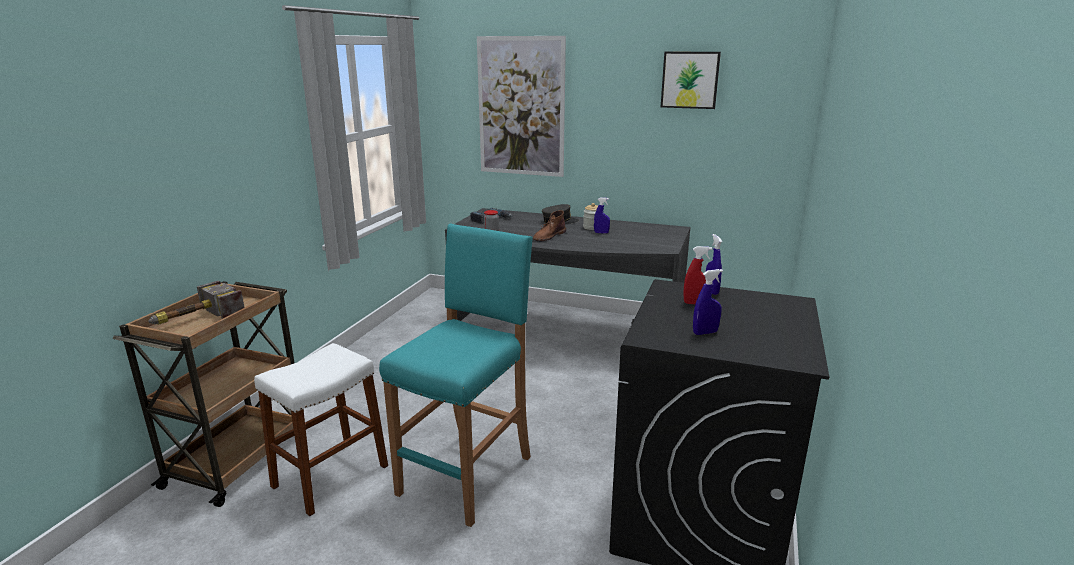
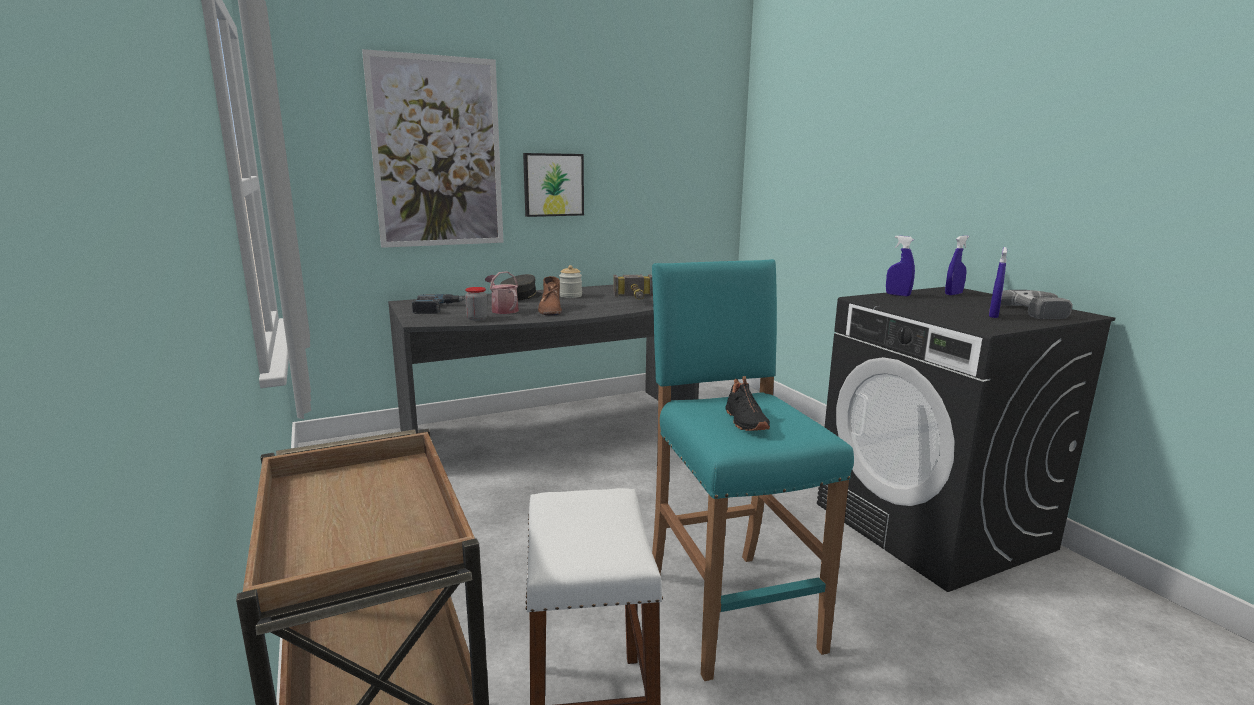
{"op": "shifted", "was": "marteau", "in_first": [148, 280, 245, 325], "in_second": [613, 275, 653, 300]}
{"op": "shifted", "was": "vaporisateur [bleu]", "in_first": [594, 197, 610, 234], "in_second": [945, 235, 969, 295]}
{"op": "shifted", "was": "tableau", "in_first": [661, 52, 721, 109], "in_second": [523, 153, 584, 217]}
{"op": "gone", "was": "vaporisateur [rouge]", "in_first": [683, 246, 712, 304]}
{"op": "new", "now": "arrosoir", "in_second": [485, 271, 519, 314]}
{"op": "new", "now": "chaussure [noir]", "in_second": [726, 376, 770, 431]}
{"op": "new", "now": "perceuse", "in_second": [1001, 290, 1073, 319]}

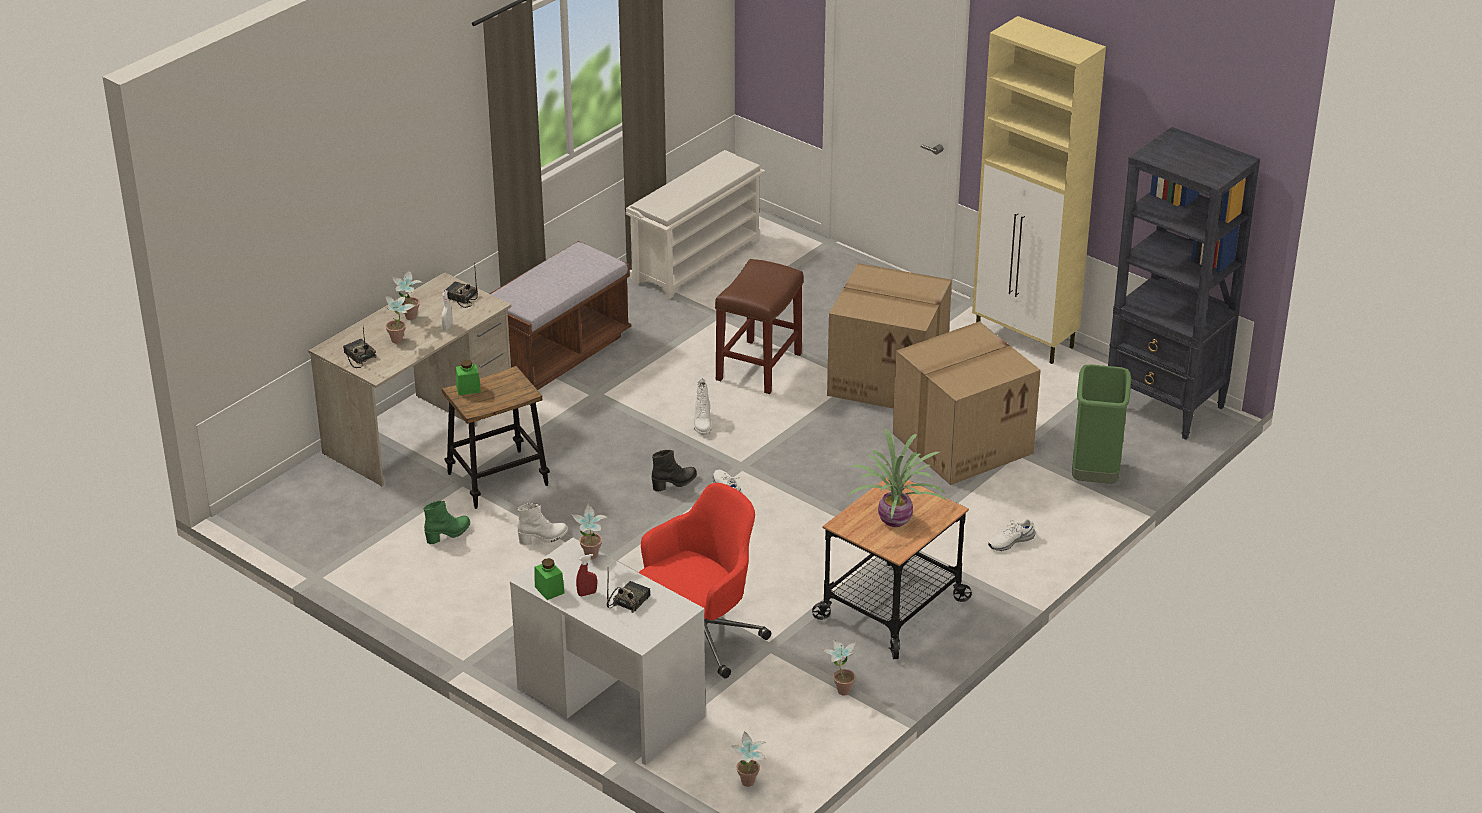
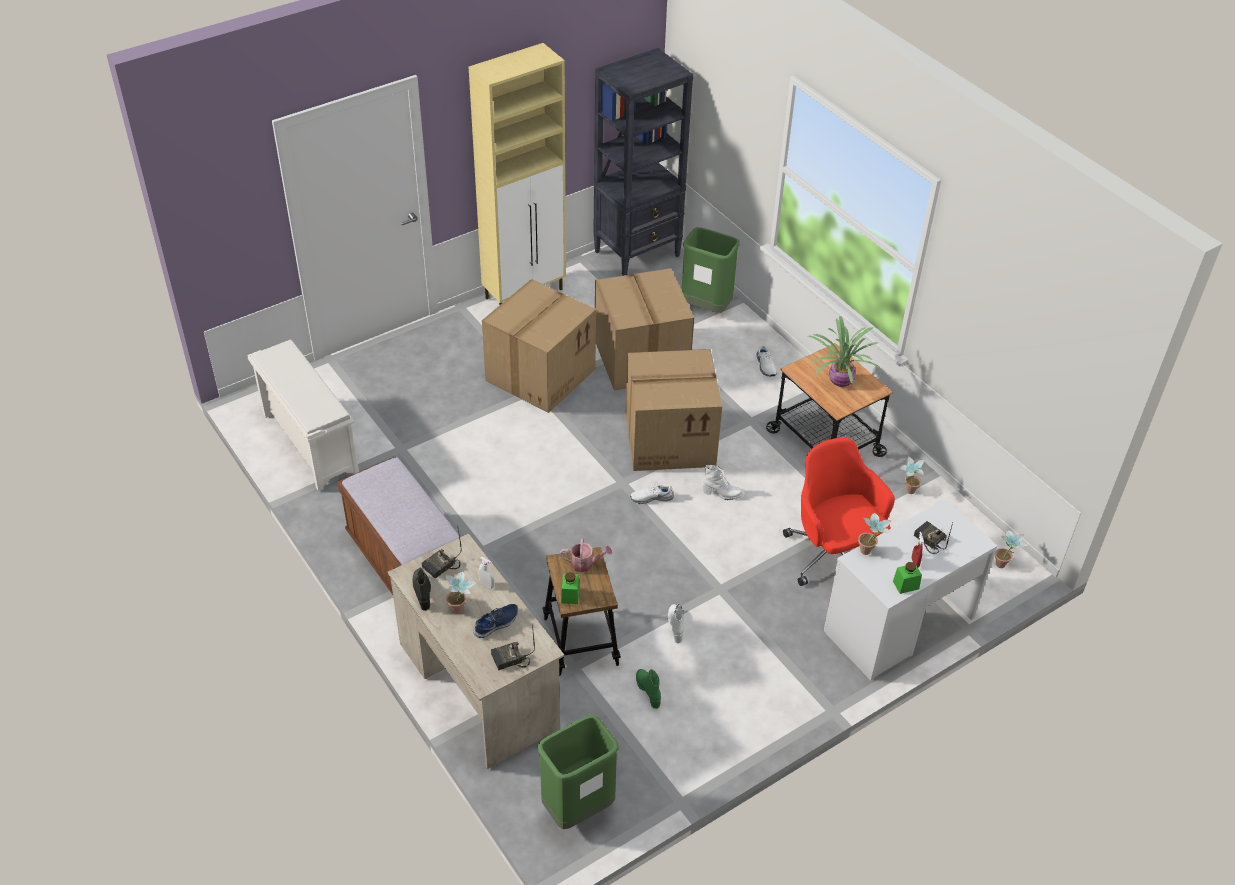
{"op": "swapped", "was": "plante en pot", "now": "chaussure [bleu]", "in_first": [385, 295, 415, 343], "in_second": [473, 604, 518, 638]}
{"op": "shifted", "was": "botte [noir]", "in_first": [652, 450, 697, 491], "in_second": [413, 568, 431, 611]}
{"op": "shifted", "was": "botte [blanc]", "in_first": [694, 379, 711, 435], "in_second": [703, 465, 743, 500]}
{"op": "gone", "was": "tabouret [marron]", "in_first": [715, 259, 803, 394]}
{"op": "new", "now": "poubelle [vert]", "in_second": [537, 715, 619, 829]}
{"op": "new", "now": "arrosoir", "in_second": [560, 538, 612, 572]}
{"op": "new", "now": "carton", "in_second": [626, 349, 722, 471]}

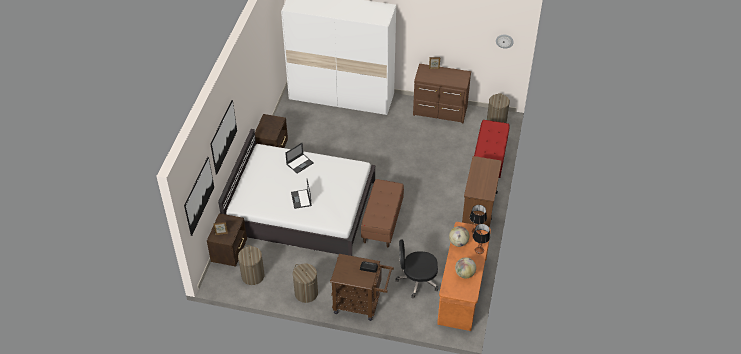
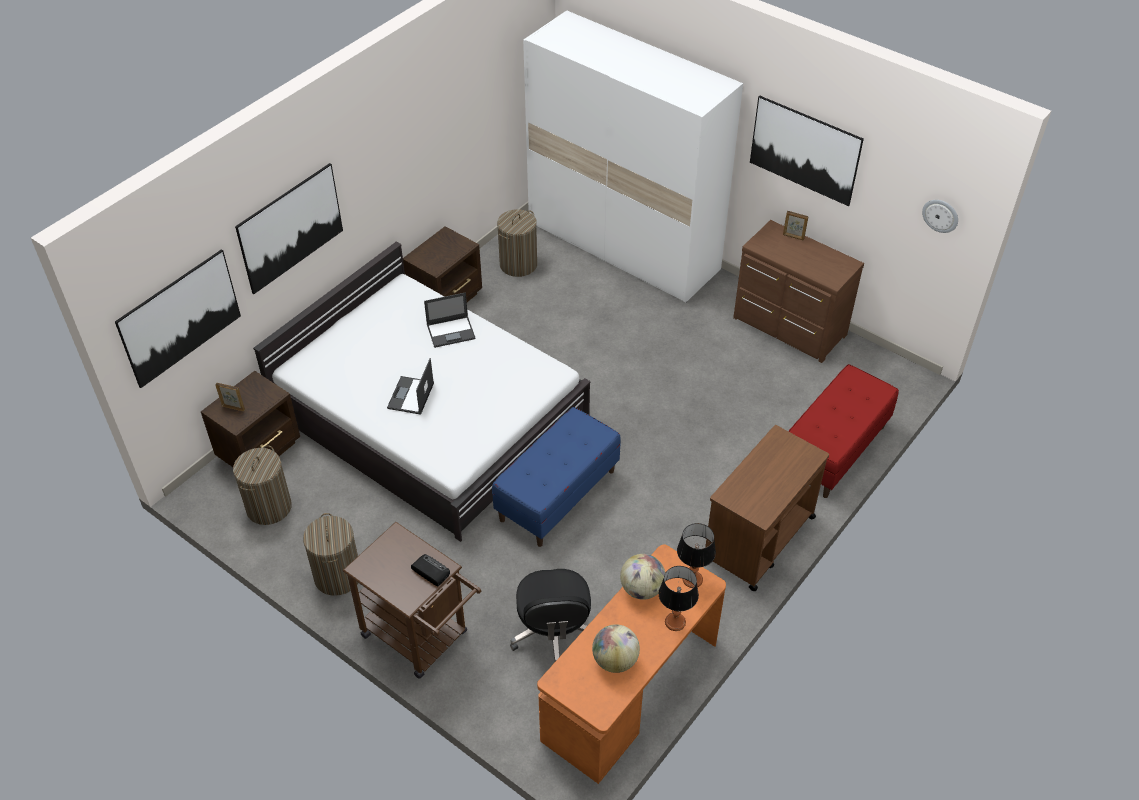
{"op": "repainted", "was": "banc [marron]", "now": "banc [bleu]", "in_first": [361, 179, 404, 248], "in_second": [492, 407, 621, 547]}
{"op": "rotated", "was": "chaise de bureau [noir]", "in_first": [395, 239, 438, 298], "in_second": [510, 569, 591, 662], "clockwise": -120}
{"op": "shifted", "was": "panier à linge", "in_first": [487, 93, 510, 123], "in_second": [497, 209, 537, 277]}
{"op": "new", "now": "tableau", "in_second": [750, 95, 864, 206]}

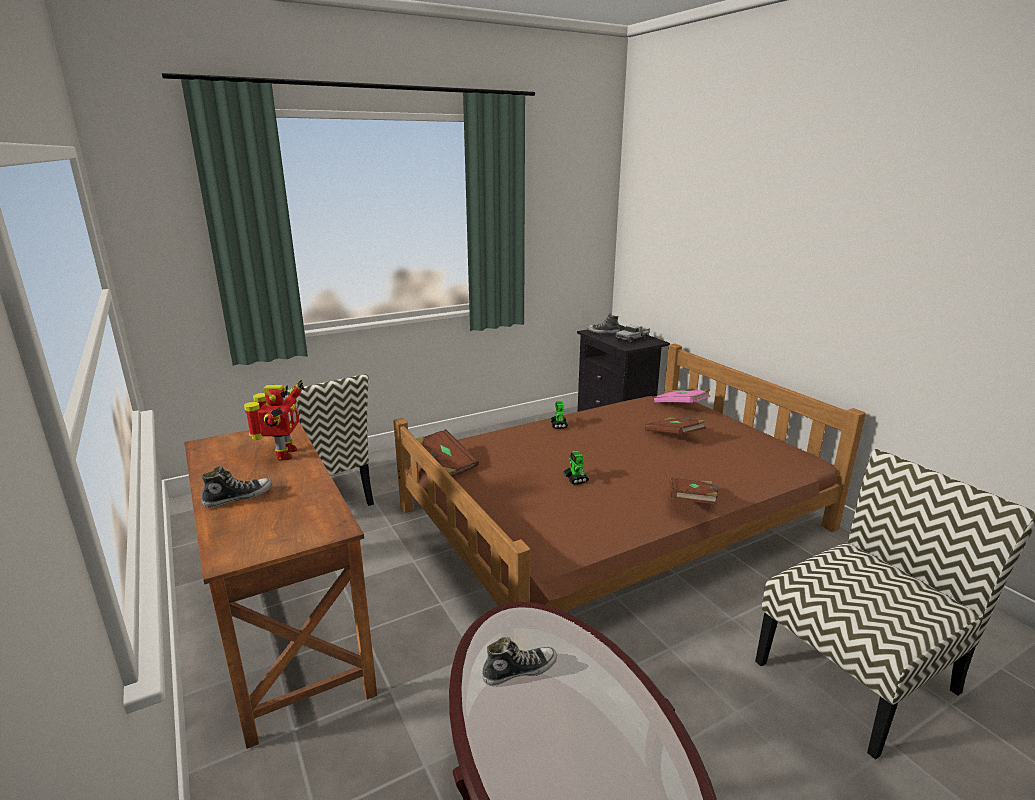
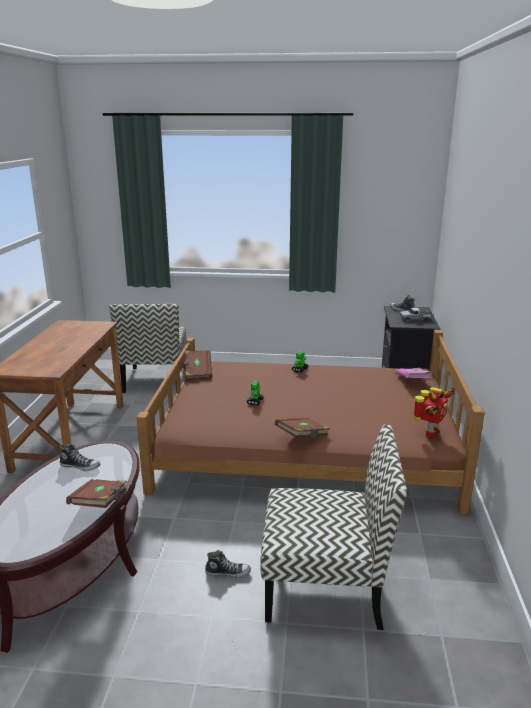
{"op": "shifted", "was": "chaussure", "in_first": [201, 466, 272, 508], "in_second": [205, 550, 251, 578]}
{"op": "shifted", "was": "robot jouet", "in_first": [244, 380, 305, 460], "in_second": [413, 387, 455, 439]}
{"op": "shifted", "was": "livre [marron]", "in_first": [645, 417, 706, 435], "in_second": [66, 479, 127, 508]}

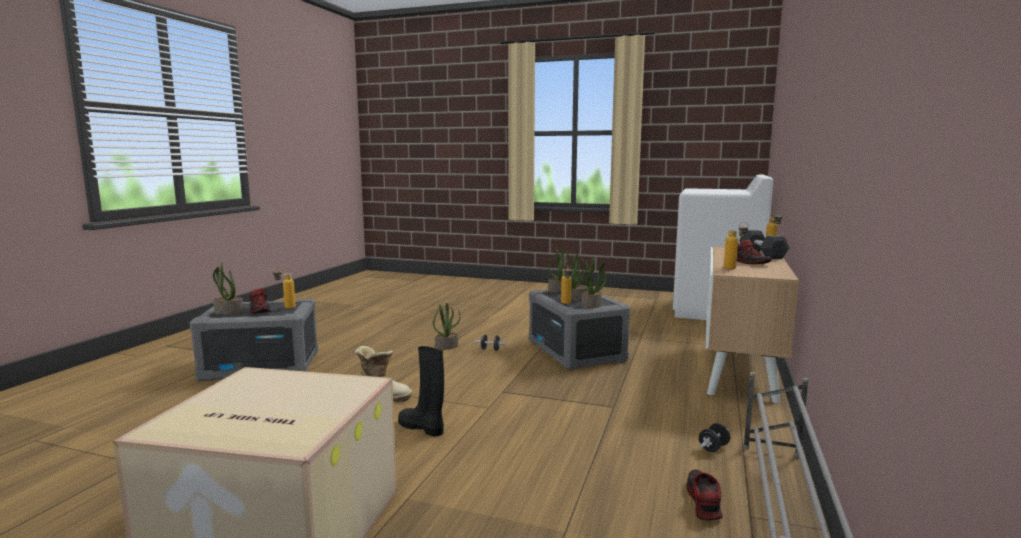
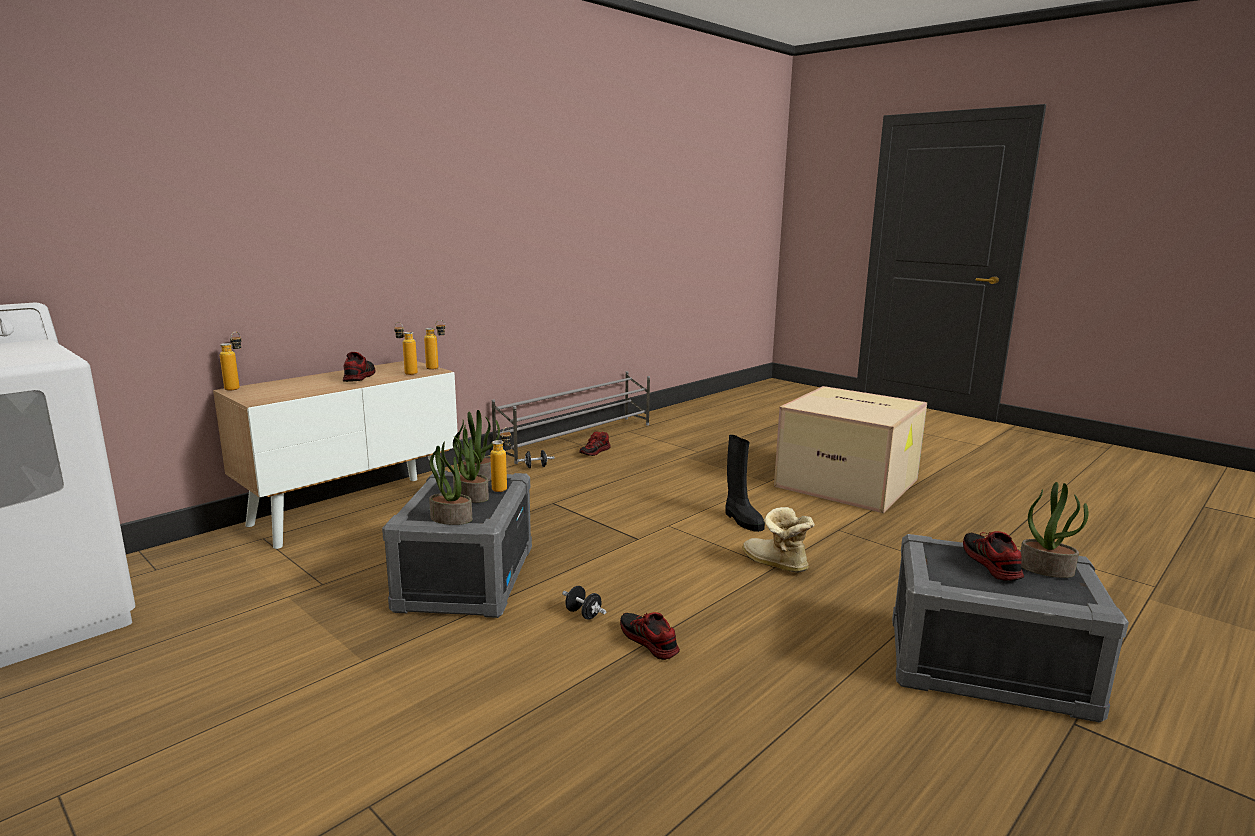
{"op": "shifted", "was": "bouteille", "in_first": [272, 267, 296, 309], "in_second": [424, 320, 446, 370]}
{"op": "swapped", "was": "plante en pot", "now": "chaussure", "in_first": [433, 303, 461, 350], "in_second": [620, 612, 680, 660]}
{"op": "gone", "was": "haltère [gris]", "in_first": [739, 230, 789, 259]}

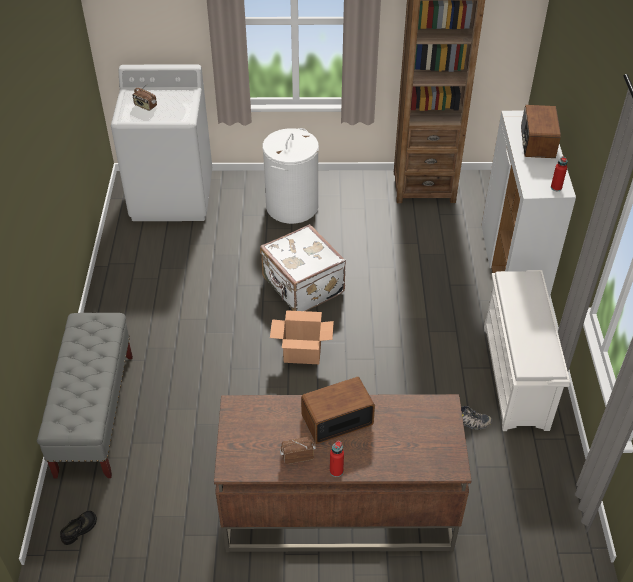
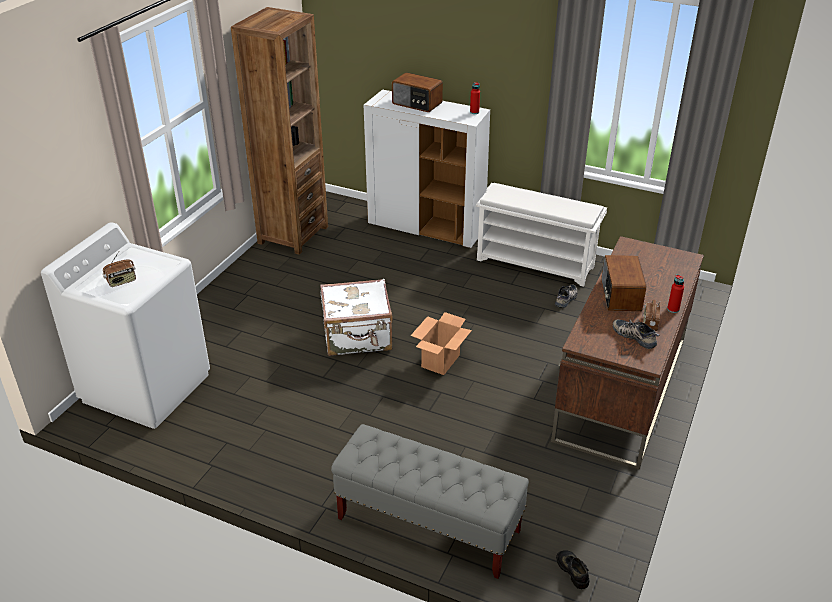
{"op": "gone", "was": "panier à linge [blanc]", "in_first": [262, 128, 319, 224]}
{"op": "new", "now": "chaussure", "in_second": [613, 319, 660, 349]}

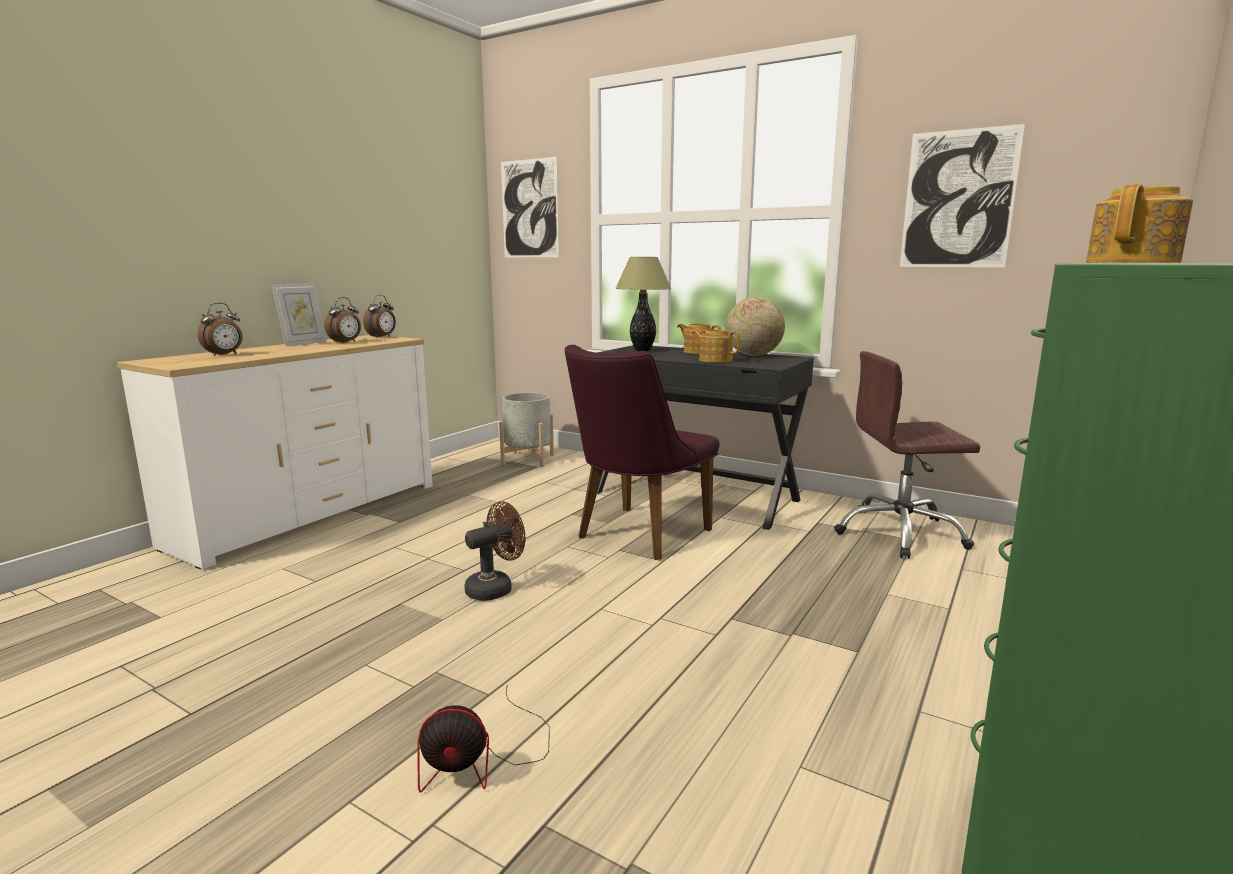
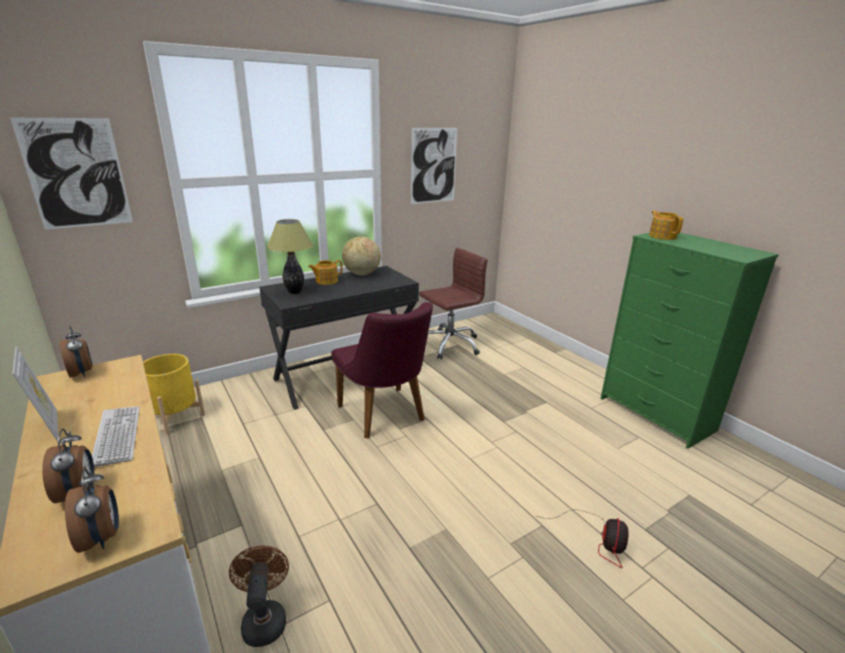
{"op": "shifted", "was": "réveil", "in_first": [324, 297, 361, 344], "in_second": [65, 468, 119, 553]}
{"op": "shifted", "was": "ventilateur [marron]", "in_first": [465, 501, 525, 601], "in_second": [229, 546, 289, 647]}
{"op": "repainted", "was": "cache-pot [gris]", "now": "cache-pot [jaune]", "in_first": [499, 393, 554, 467], "in_second": [143, 354, 205, 434]}
{"op": "gone", "was": "théière", "in_first": [692, 329, 741, 363]}
{"op": "rotated", "was": "chaise de bureau [marron]", "in_first": [834, 351, 980, 559], "in_second": [419, 248, 488, 359], "clockwise": -150}
{"op": "new", "now": "clavier", "in_second": [92, 406, 140, 467]}

